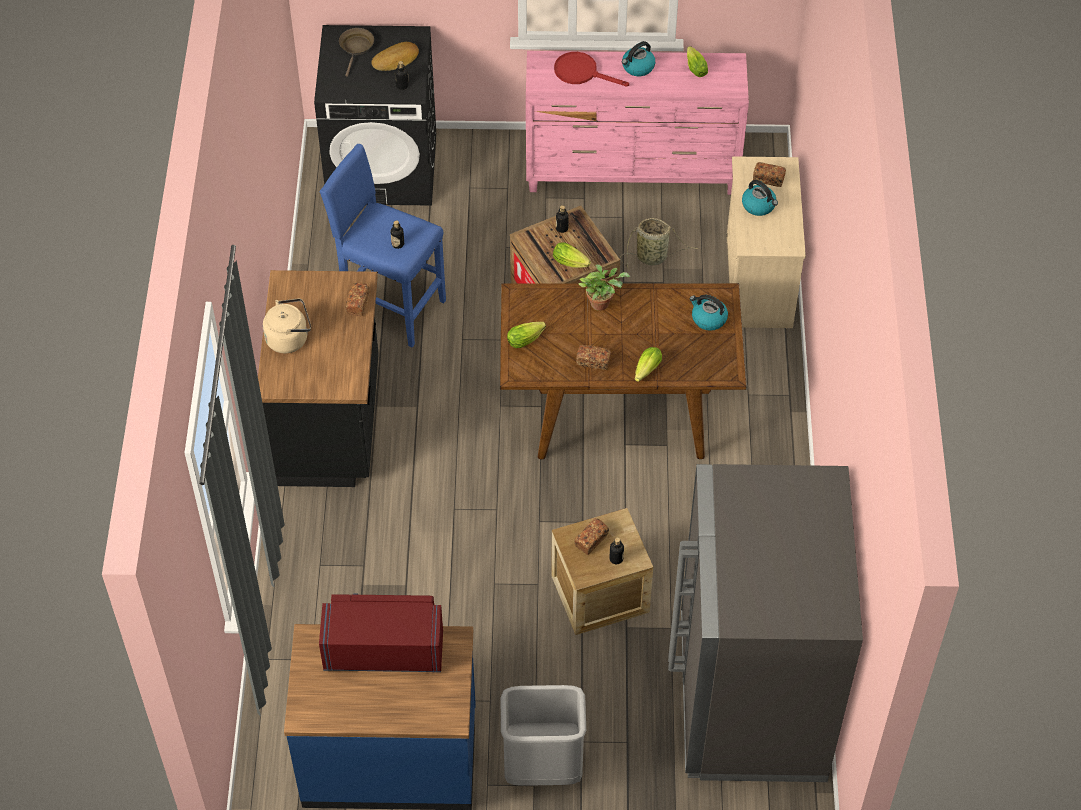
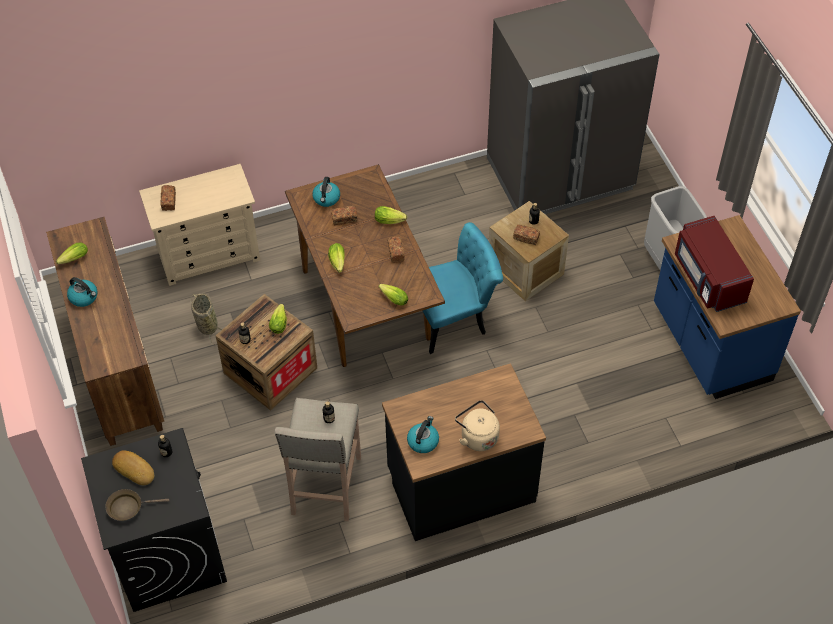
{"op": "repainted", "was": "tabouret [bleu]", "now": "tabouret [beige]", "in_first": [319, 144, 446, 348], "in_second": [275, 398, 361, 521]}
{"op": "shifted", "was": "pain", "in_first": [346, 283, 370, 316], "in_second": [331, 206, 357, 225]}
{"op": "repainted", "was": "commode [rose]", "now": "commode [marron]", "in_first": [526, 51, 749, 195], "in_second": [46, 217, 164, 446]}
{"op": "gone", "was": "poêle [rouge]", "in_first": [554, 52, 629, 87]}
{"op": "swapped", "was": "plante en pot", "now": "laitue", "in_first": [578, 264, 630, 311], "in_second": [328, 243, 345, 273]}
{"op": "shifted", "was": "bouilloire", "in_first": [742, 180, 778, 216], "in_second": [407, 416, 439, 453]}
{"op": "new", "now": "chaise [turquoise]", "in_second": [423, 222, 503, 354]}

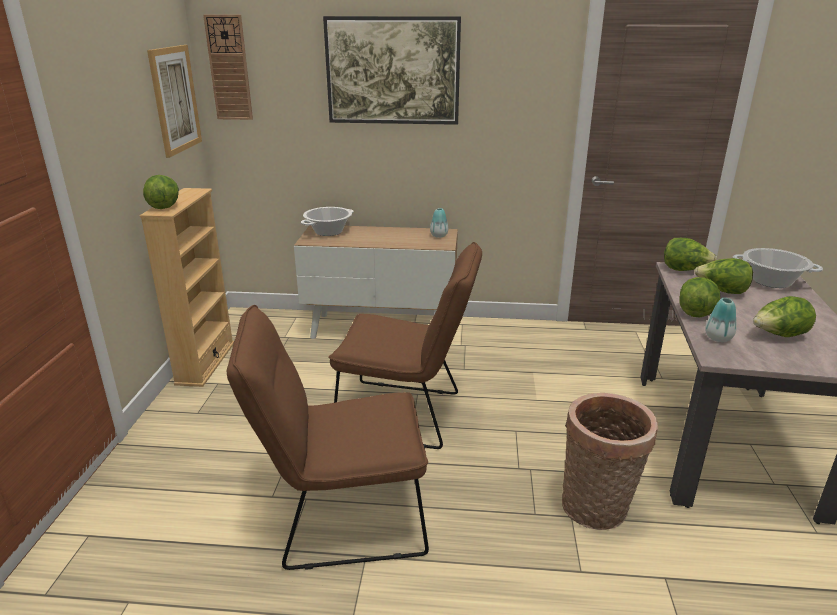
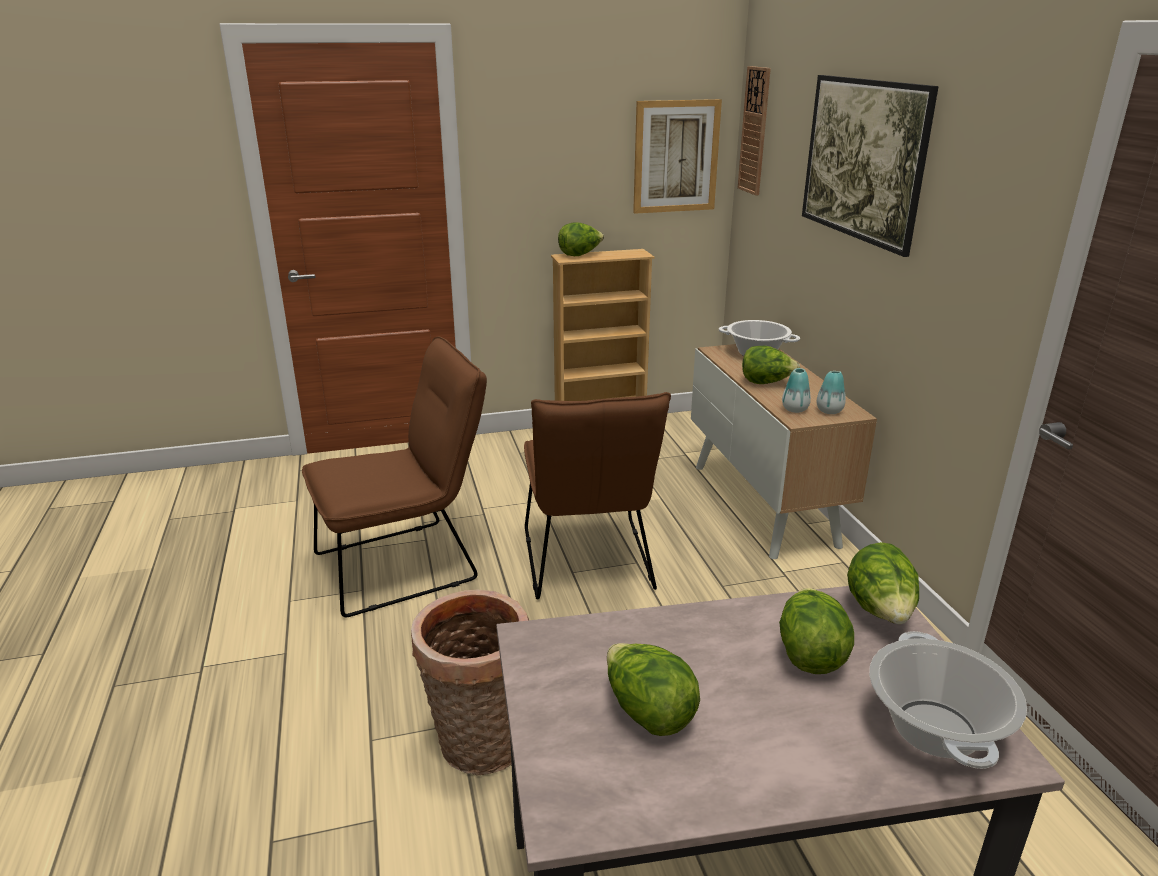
{"op": "rotated", "was": "chaise [marron]", "in_first": [227, 305, 429, 570], "in_second": [302, 337, 487, 617], "clockwise": 90}
{"op": "shifted", "was": "laitue", "in_first": [679, 277, 720, 317], "in_second": [742, 346, 800, 384]}
{"op": "shifted", "was": "vase", "in_first": [705, 298, 737, 342], "in_second": [782, 368, 811, 413]}

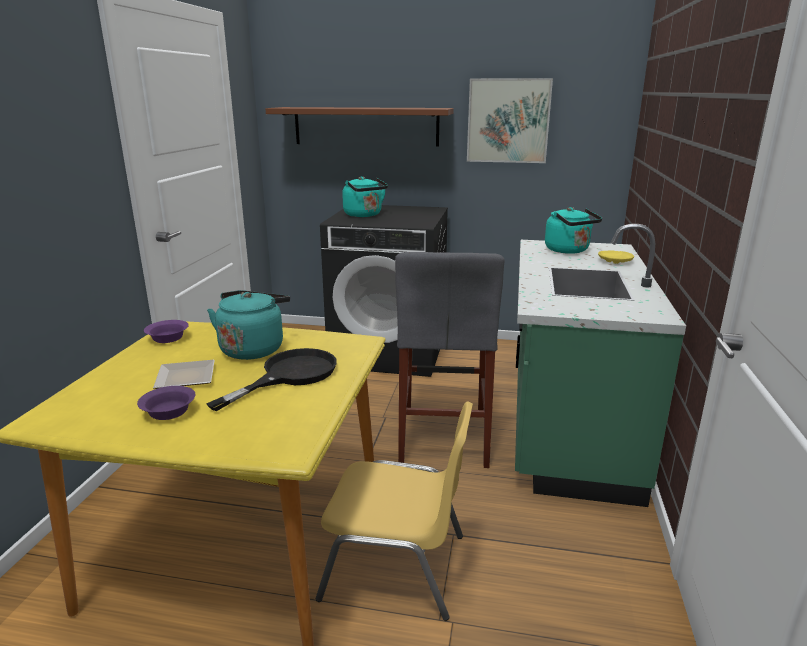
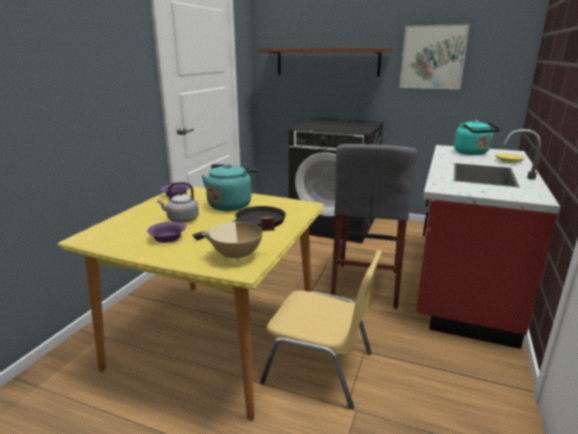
{"op": "swapped", "was": "assiette", "now": "bouilloire [gris]", "in_first": [153, 360, 215, 389], "in_second": [157, 182, 199, 223]}
{"op": "gone", "was": "bouilloire [turquoise]", "in_first": [342, 176, 388, 217]}
{"op": "repainted", "was": "comptoir de cuisine [vert]", "now": "comptoir de cuisine [rouge]", "in_first": [515, 224, 686, 507], "in_second": [416, 129, 560, 349]}
{"op": "new", "now": "marmite [beige]", "in_second": [201, 216, 275, 262]}

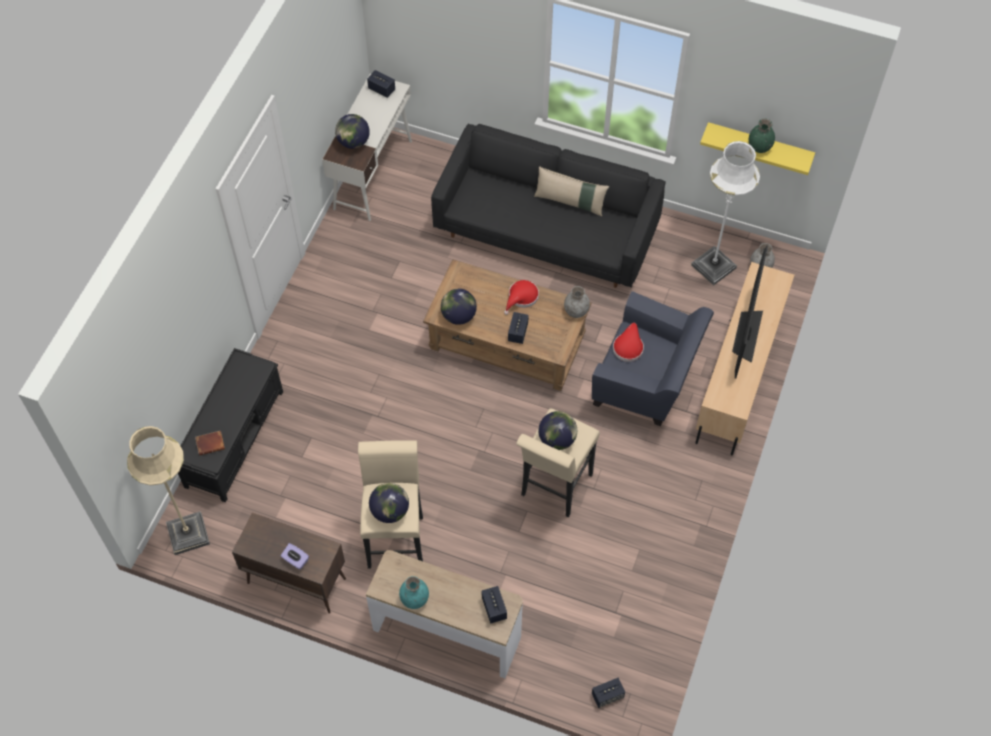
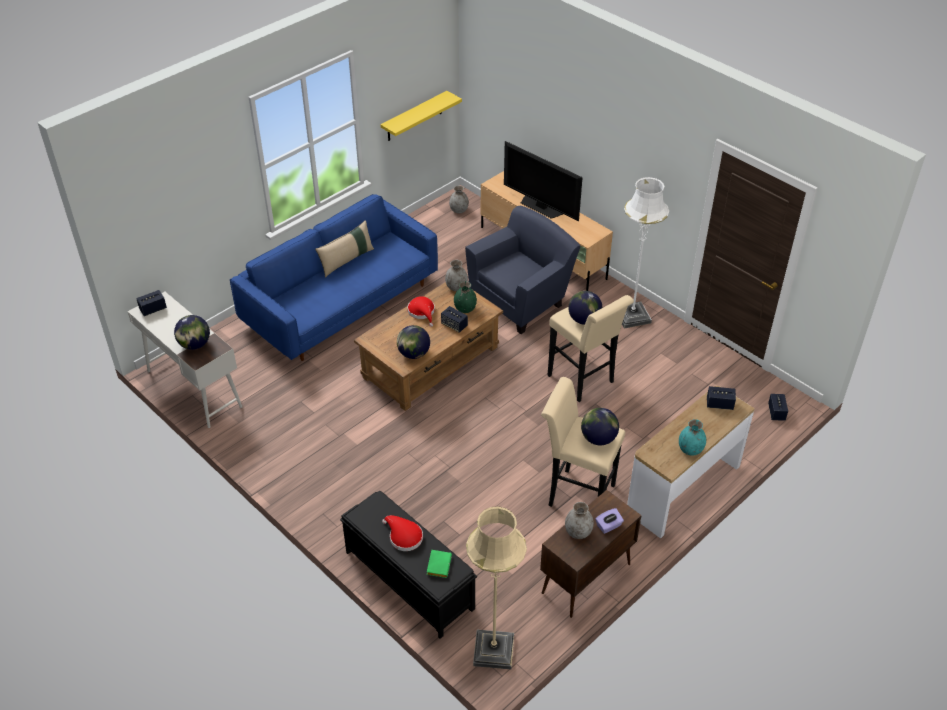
{"op": "repainted", "was": "livre [marron]", "now": "livre [vert]", "in_first": [195, 431, 225, 456], "in_second": [426, 550, 452, 578]}
{"op": "repainted", "was": "canapé [noir]", "now": "canapé [bleu]", "in_first": [431, 123, 666, 288], "in_second": [230, 194, 438, 361]}
{"op": "shifted", "was": "chapeau [rouge]", "in_first": [613, 323, 644, 362], "in_second": [382, 515, 423, 551]}
{"op": "shifted", "was": "lampadaire [blanc]", "in_first": [691, 141, 760, 285], "in_second": [622, 177, 669, 329]}
{"op": "shifted", "was": "vase [vert]", "in_first": [749, 118, 775, 153], "in_second": [454, 281, 477, 313]}
{"op": "new", "now": "vase [gris]", "in_second": [565, 502, 594, 539]}

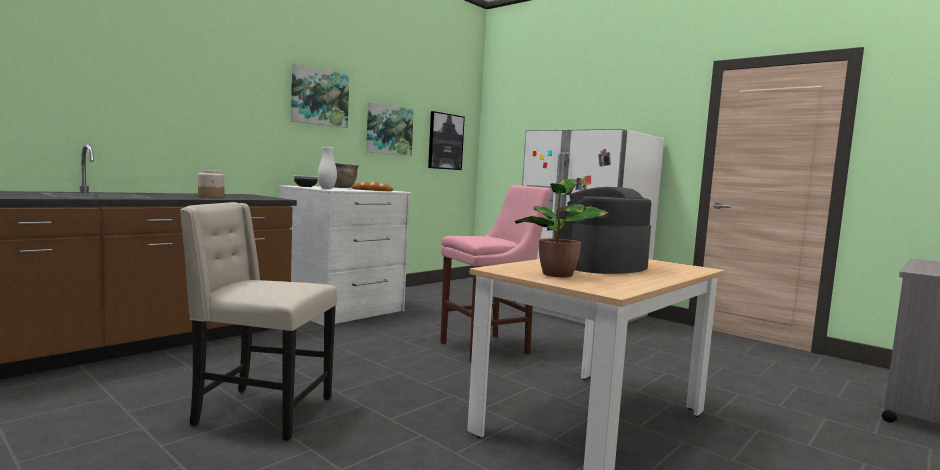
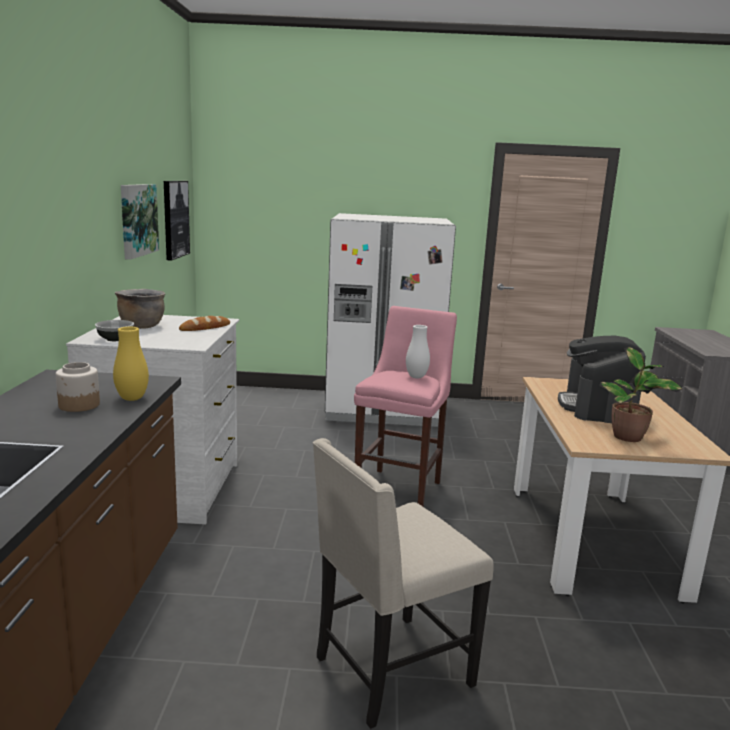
{"op": "gone", "was": "tableau", "in_first": [291, 64, 349, 128]}
{"op": "shifted", "was": "vase [blanc]", "in_first": [318, 147, 337, 189], "in_second": [406, 325, 430, 378]}
{"op": "new", "now": "vase [jaune]", "in_second": [113, 327, 149, 401]}

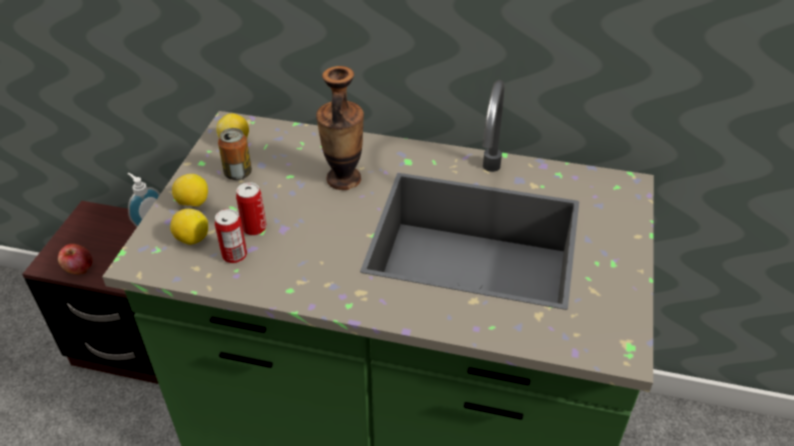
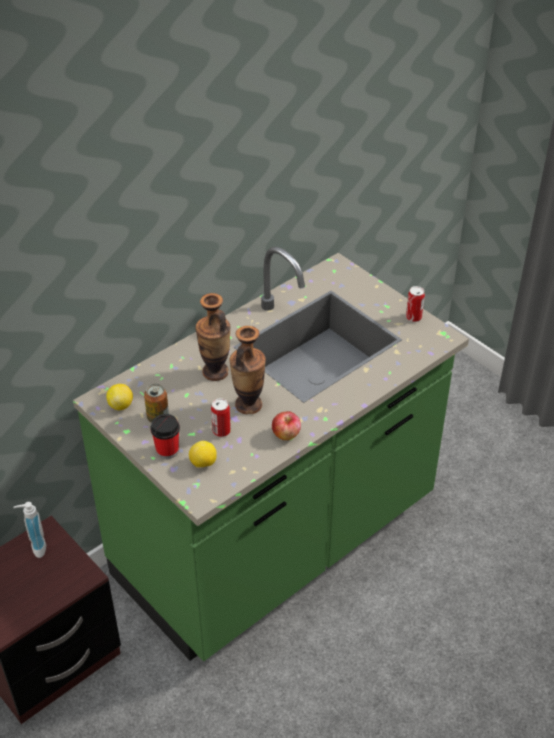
{"op": "shifted", "was": "pomme", "in_first": [58, 244, 93, 275], "in_second": [272, 411, 301, 440]}
{"op": "swapped", "was": "citron", "now": "tasse", "in_first": [172, 174, 208, 207], "in_second": [150, 414, 180, 459]}
{"op": "shifted", "was": "boîte métallique", "in_first": [215, 209, 247, 263], "in_second": [406, 286, 425, 322]}
{"op": "new", "now": "vase", "in_second": [229, 326, 266, 414]}

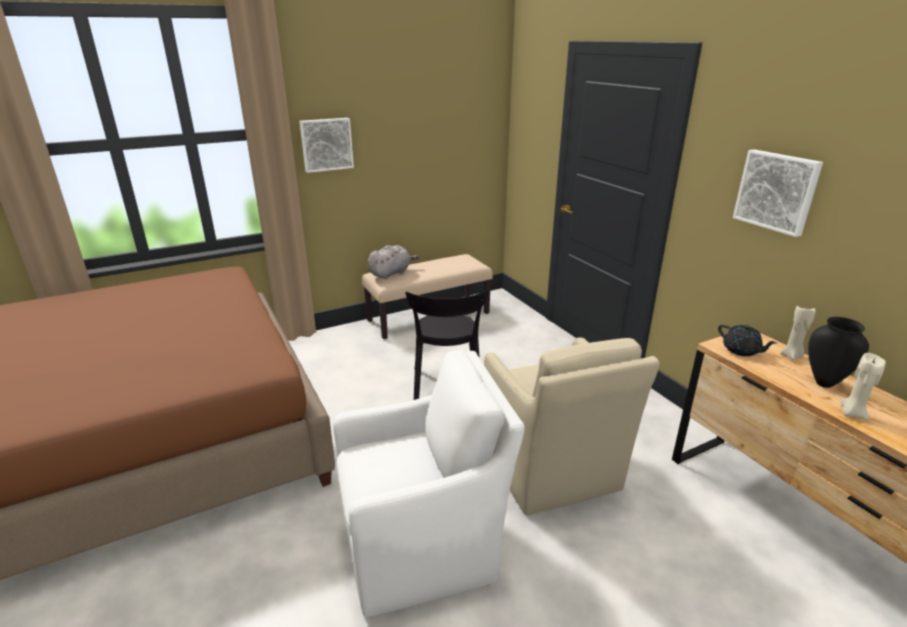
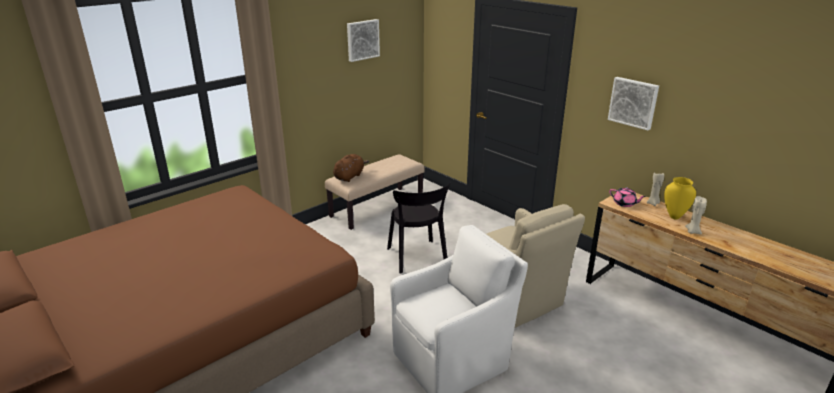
{"op": "shifted", "was": "tableau", "in_first": [299, 118, 354, 173], "in_second": [347, 19, 380, 62]}
{"op": "repainted", "was": "peluche [gris]", "now": "peluche [marron]", "in_first": [368, 245, 419, 279], "in_second": [333, 154, 369, 182]}
{"op": "repainted", "was": "théière [noir]", "now": "théière [rose]", "in_first": [718, 325, 777, 356], "in_second": [609, 188, 646, 207]}
{"op": "repainted", "was": "vase [noir]", "now": "vase [jaune]", "in_first": [808, 317, 869, 388], "in_second": [664, 177, 696, 220]}

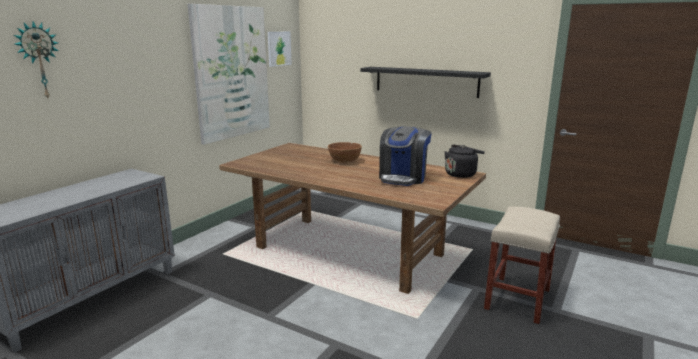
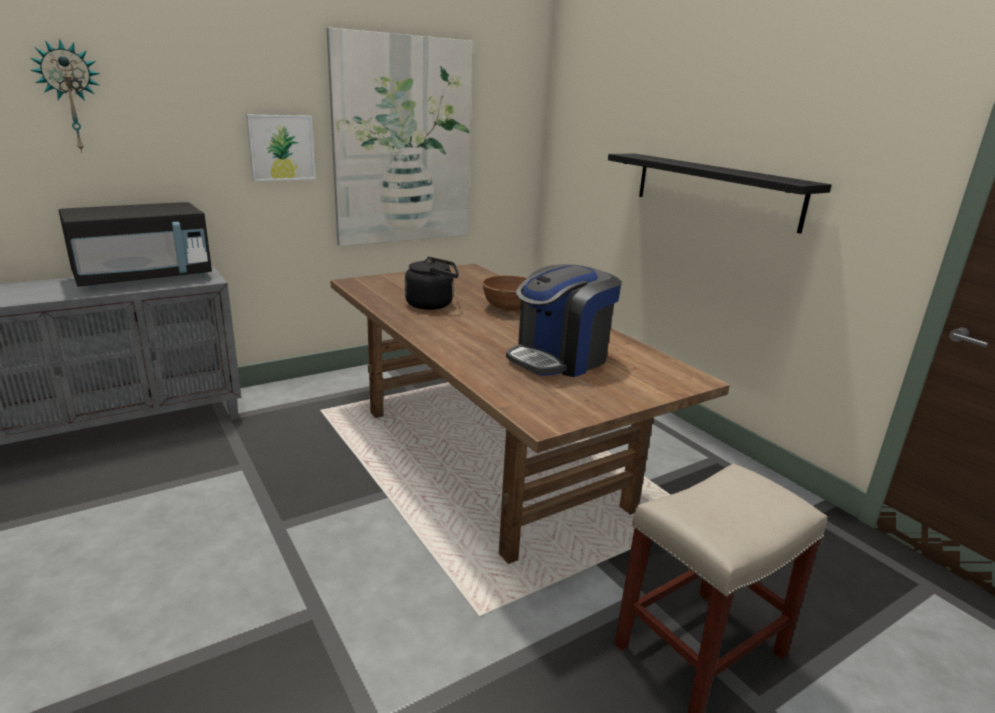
{"op": "shifted", "was": "tableau", "in_first": [267, 32, 292, 67], "in_second": [246, 115, 316, 181]}
{"op": "shifted", "was": "bouilloire [noir]", "in_first": [445, 144, 485, 178], "in_second": [405, 257, 459, 310]}
{"op": "new", "now": "micro-ondes [noir]", "in_second": [58, 202, 212, 288]}

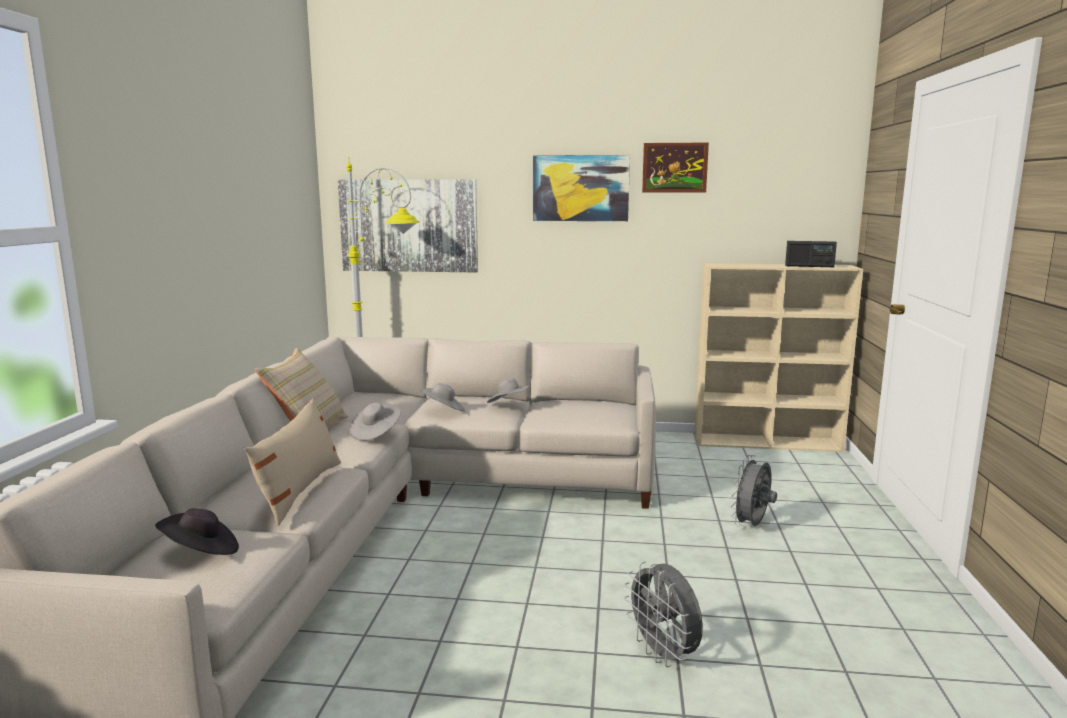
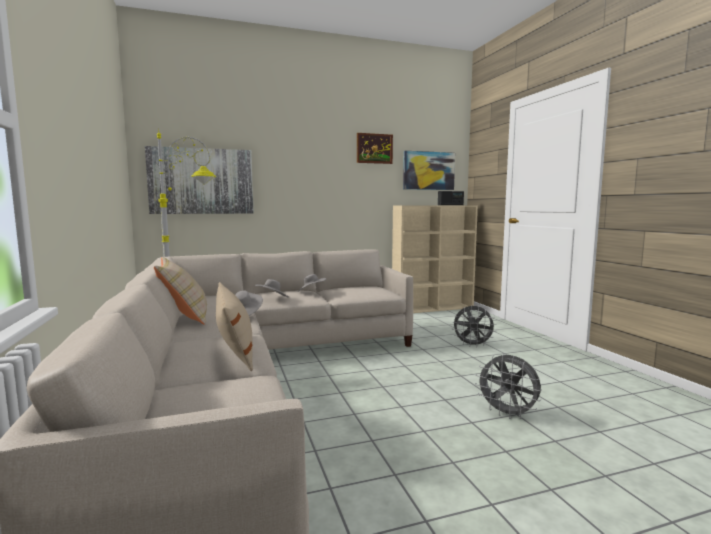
{"op": "gone", "was": "chapeau [noir]", "in_first": [155, 508, 239, 555]}
{"op": "shifted", "was": "tableau", "in_first": [533, 155, 630, 221], "in_second": [403, 151, 455, 190]}
{"op": "rotated", "was": "ventilateur [gris]", "in_first": [731, 455, 777, 527], "in_second": [452, 305, 497, 348], "clockwise": -90}

